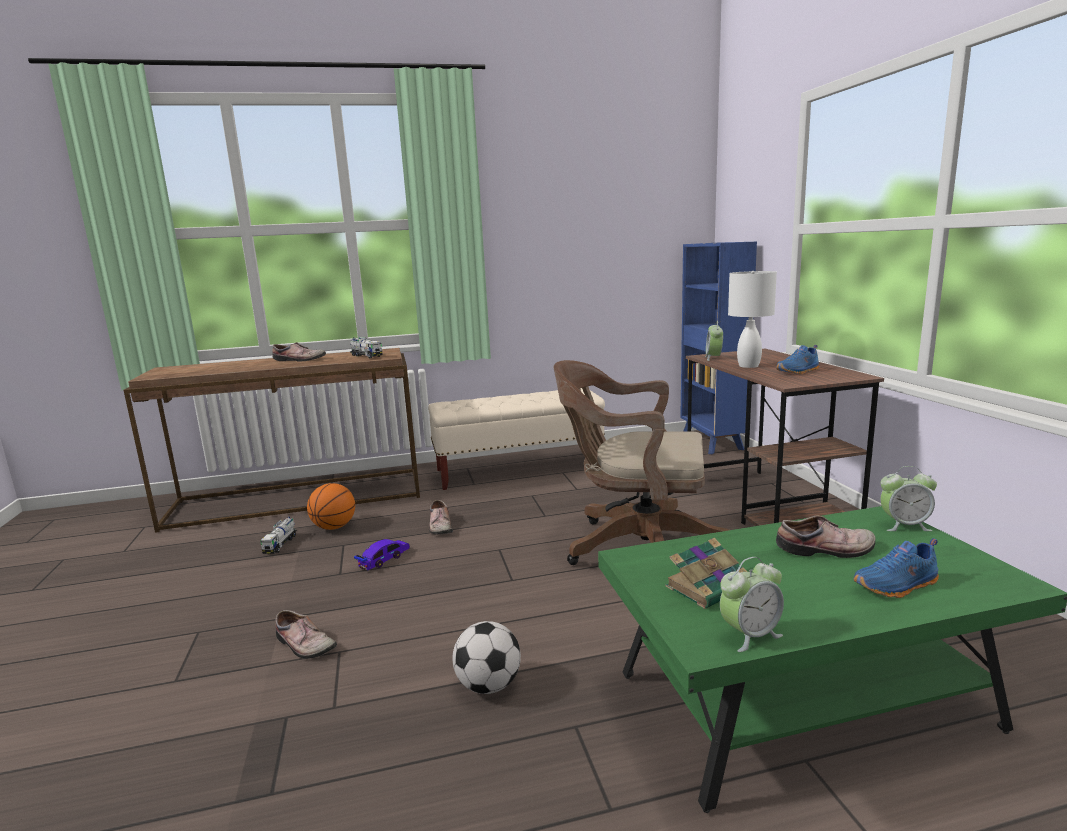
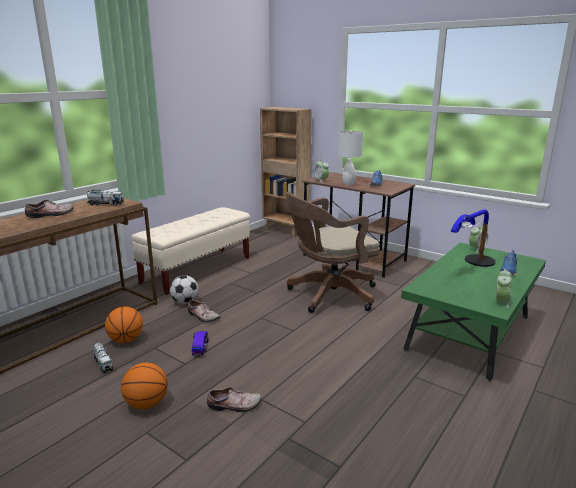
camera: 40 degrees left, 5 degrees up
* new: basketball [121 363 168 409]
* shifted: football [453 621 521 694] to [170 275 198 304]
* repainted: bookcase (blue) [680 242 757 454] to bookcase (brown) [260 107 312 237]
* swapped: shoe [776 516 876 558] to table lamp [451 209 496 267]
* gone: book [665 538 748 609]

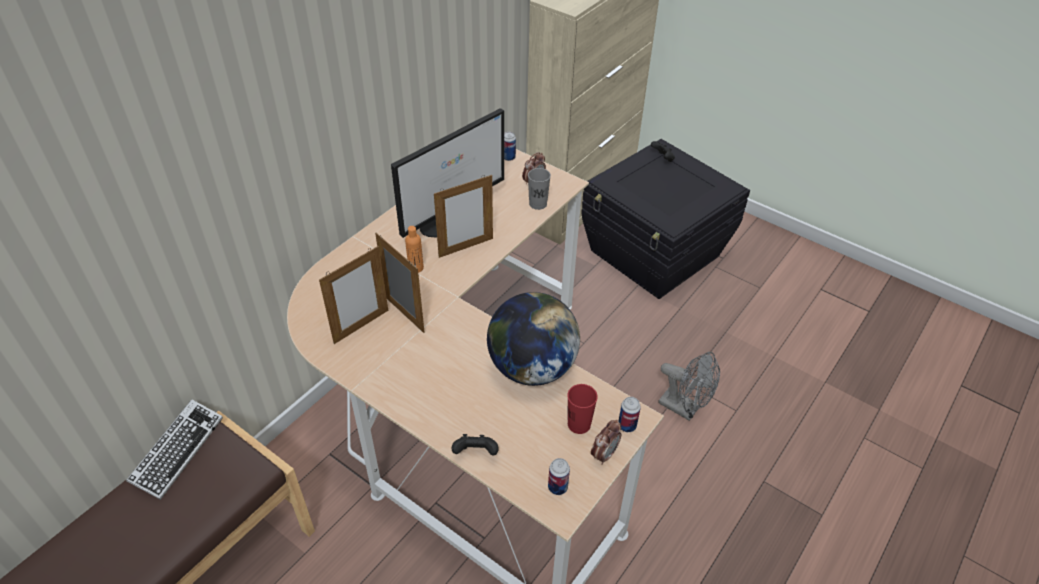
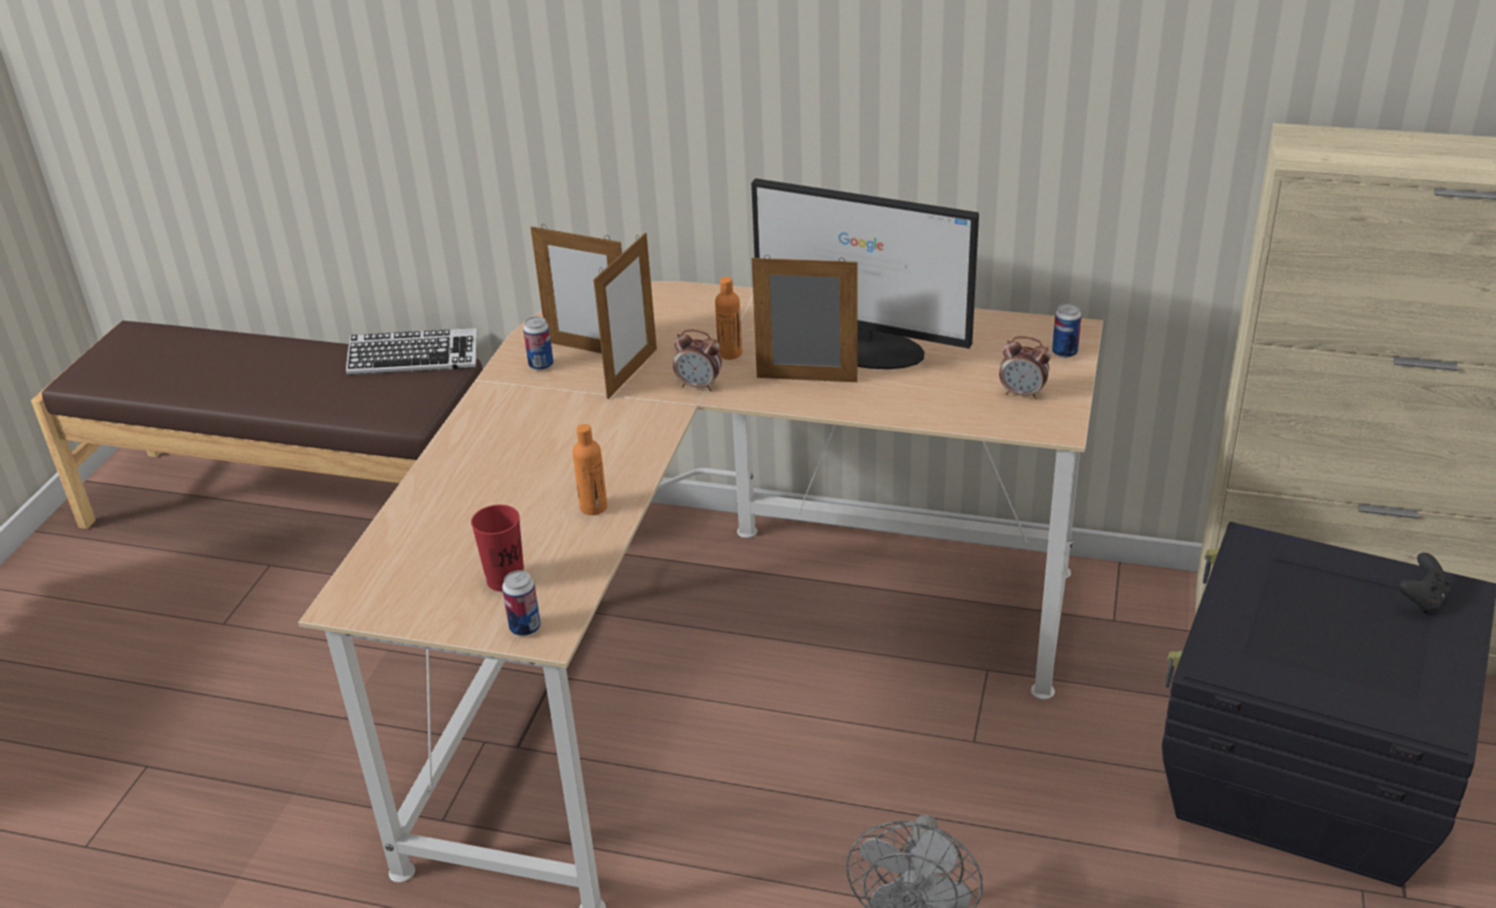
camera: 70 degrees right, 10 degrees down
* shifted: can [548 458 570 495] to [523 316 553 371]
* swapped: globe [487 292 580 386] to bottle (orange) [572 424 607 515]
* shifted: alarm clock [591 420 621 465] to [673 329 722 391]
* rotated: picture frame [434 175 493 258] = [752 255 858 382] 150 degrees clockwise
* gone: game controller (black) [452 434 499 456]
* gone: cup (grey) [528 168 551 210]

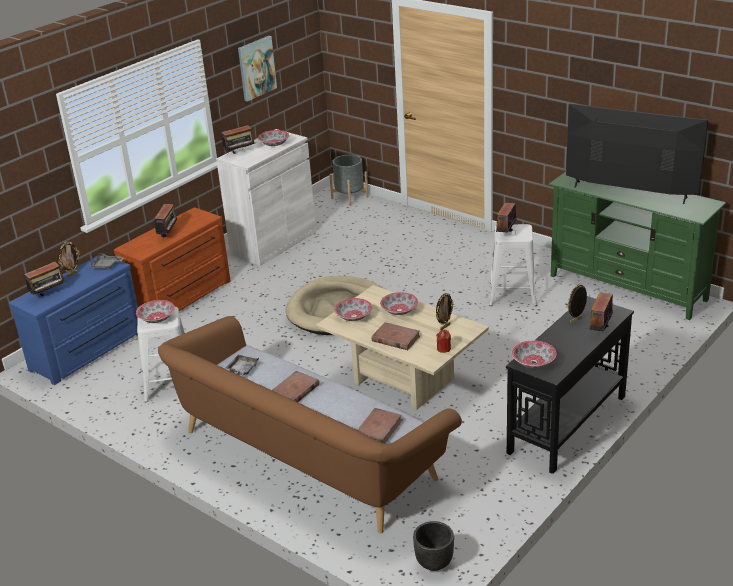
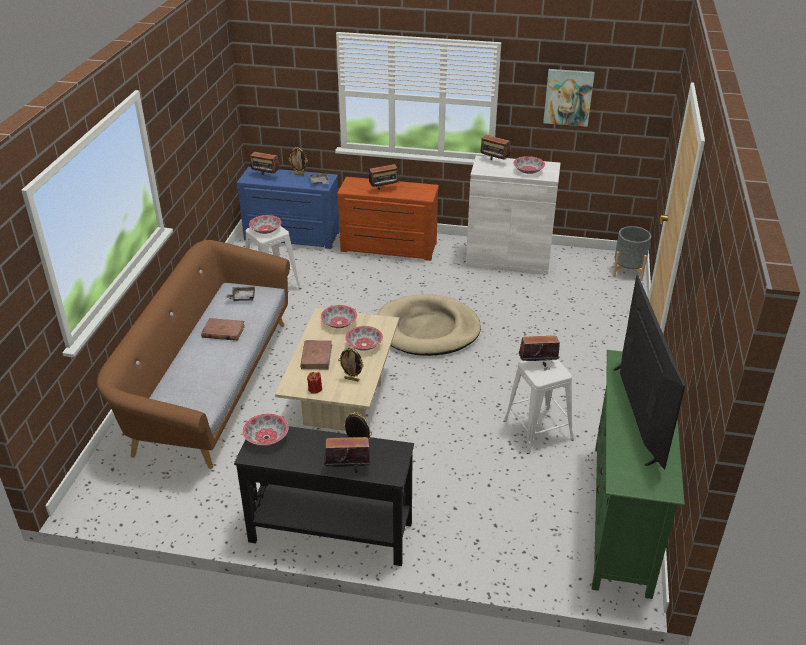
camera: 60 degrees right, 5 degrees up
* gone: book (brown) [357 408 403 444]
* gone: planter (black) [413 521 454 571]

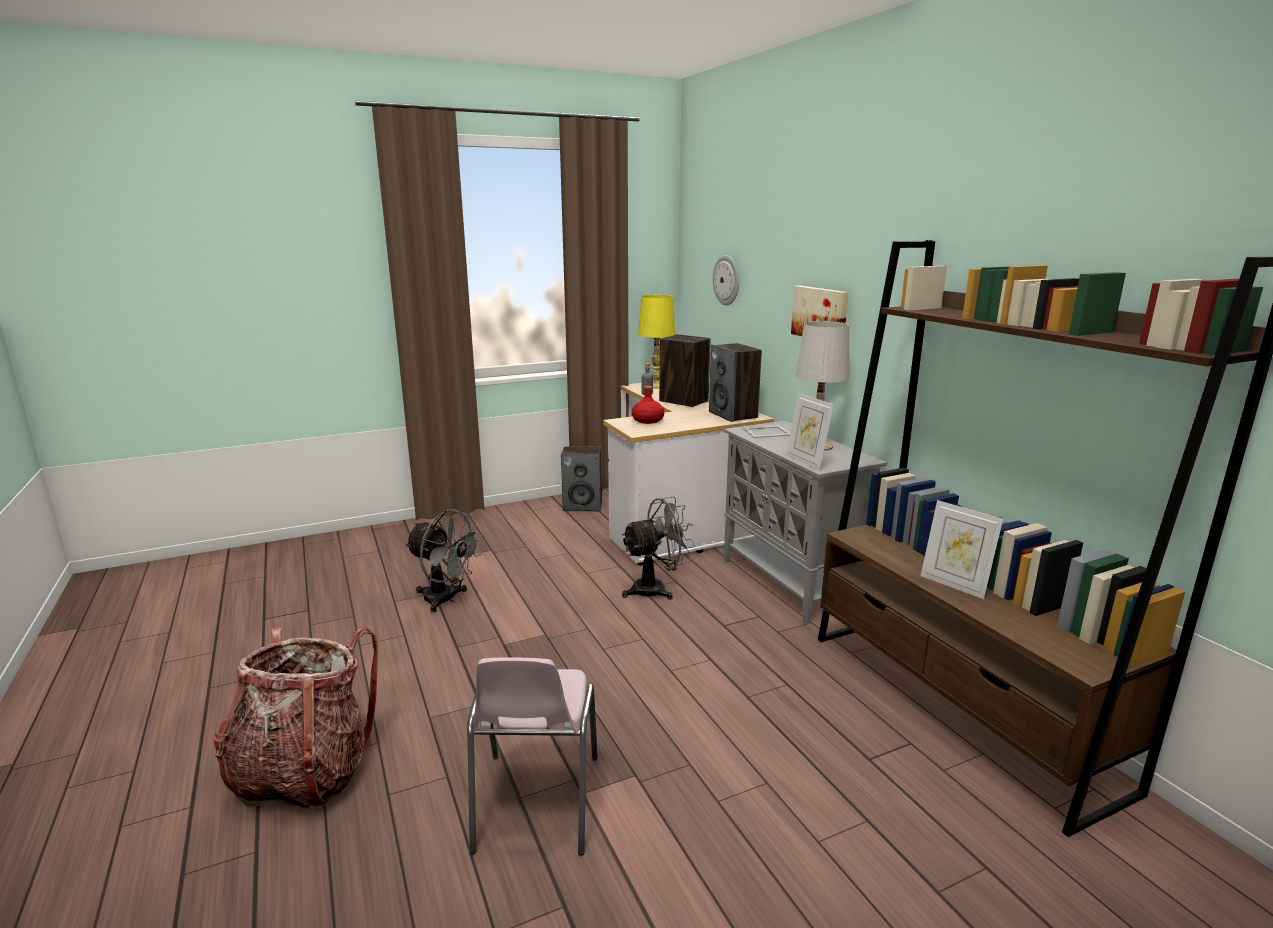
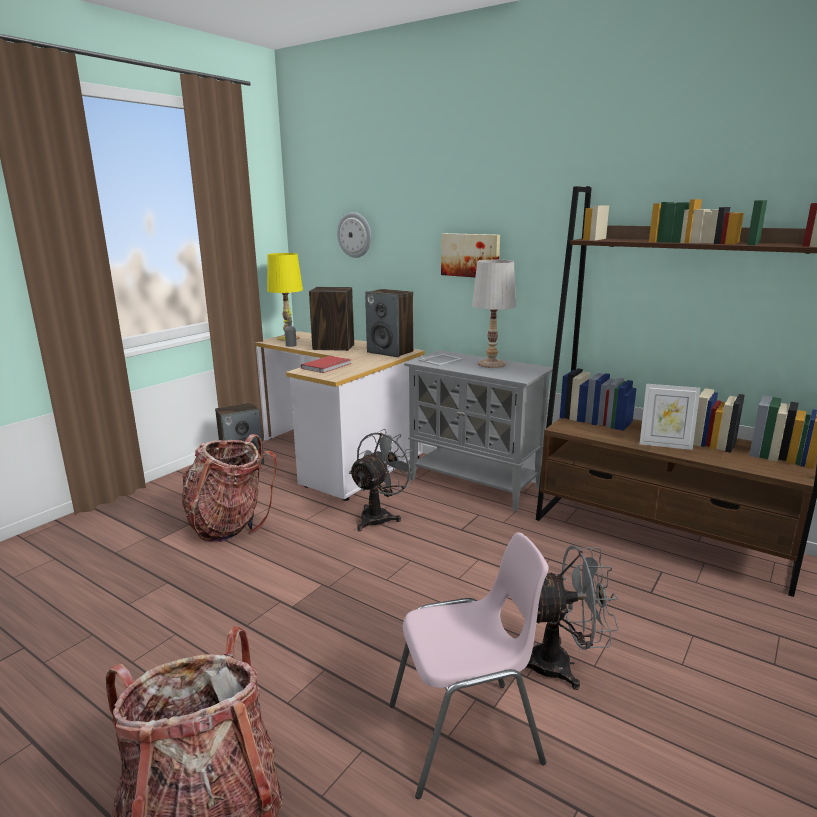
camera: 30 degrees left, 0 degrees up
* new: backpack [182 434 277 542]
* swapped: bottle (red) [632 385 664 424] to book (red) [301 356 352 373]
* rotated: chair (pink) [467 657 598 856] = [389 532 549 799] 75 degrees counterclockwise
* shifted: fan (grey) [405 509 483 613] to [526 545 619 690]
* gone: picture frame [786 393 834 470]

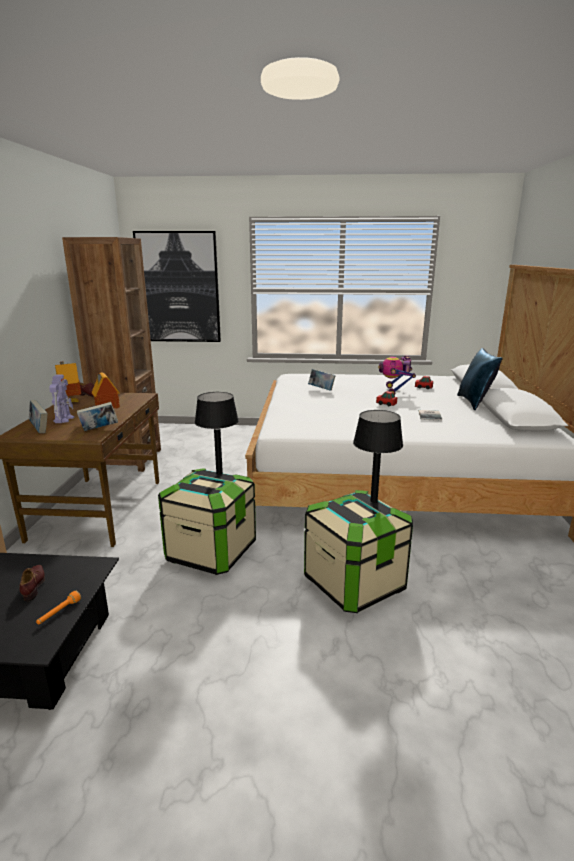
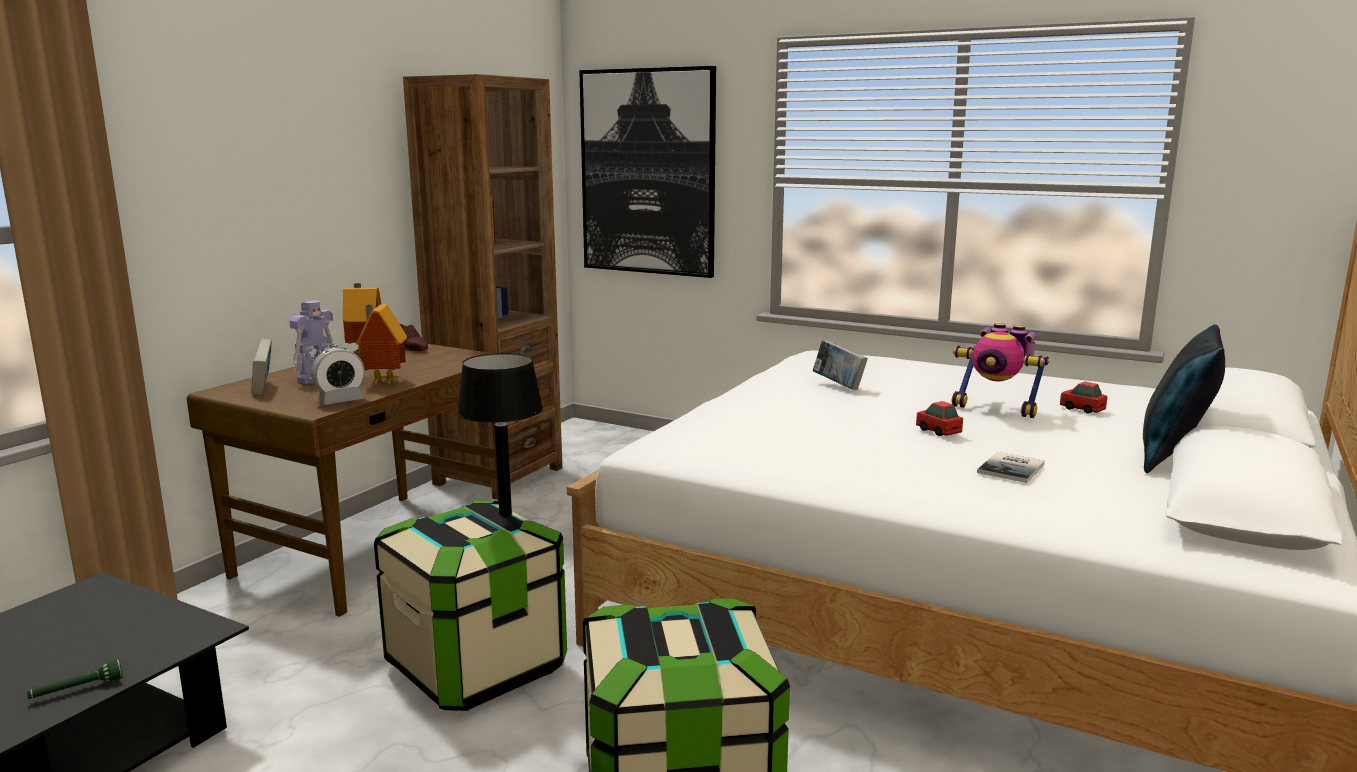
camera: 25 degrees right, 5 degrees down
* repainted: flashlight (orange) [36 590 81 625] to flashlight (green) [27 659 123 699]
* swapped: book [77 402 118 431] to alarm clock [311 347 365 405]
* rotated: toy robot [378 355 416 395] = [952 323 1050 418] 90 degrees counterclockwise
* gone: shoe (brown) [20 565 45 601]
* gone: table lamp (black) [353 410 403 503]

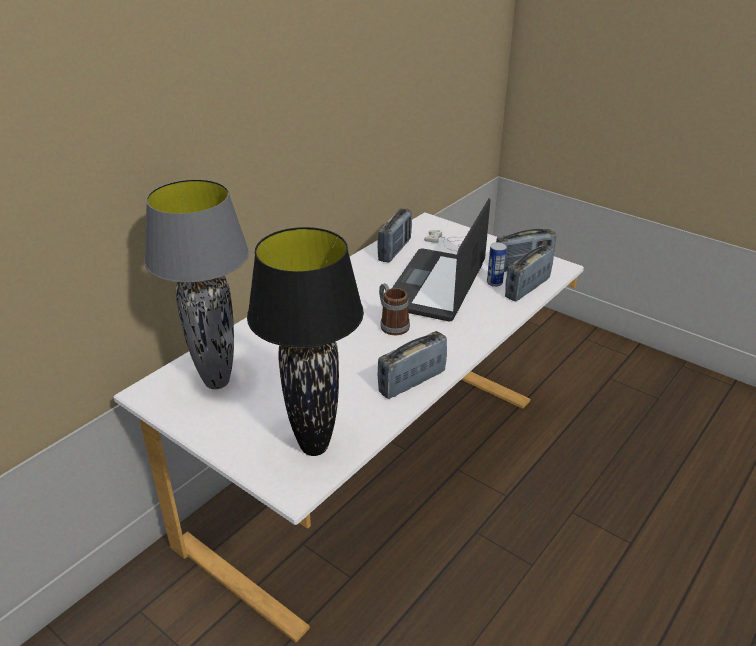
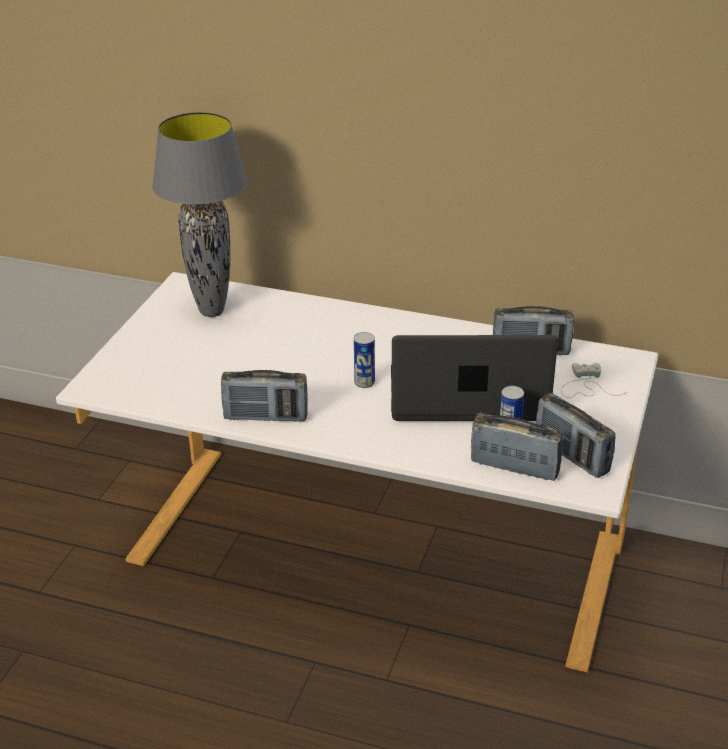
camera: 70 degrees right, 0 degrees up
* rotated: radio [378 331 447 399] = [221 370 308 422] 150 degrees clockwise
* swapped: mug [379 283 410 335] to can [354 332 375 388]
* gone: table lamp (black) [247 227 364 456]

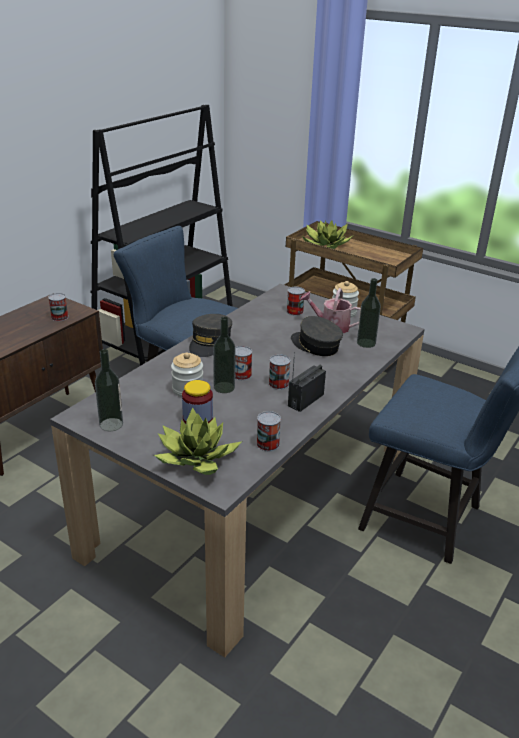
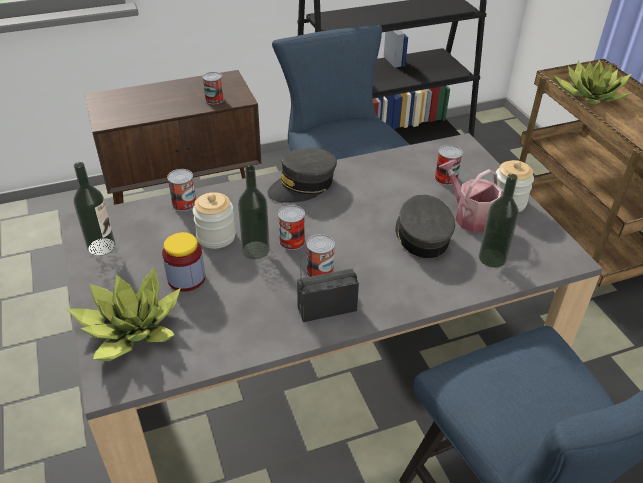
camera: 35 degrees right, 10 degrees up
* shifted: can [256 411 281 451] to [167 169 196 211]

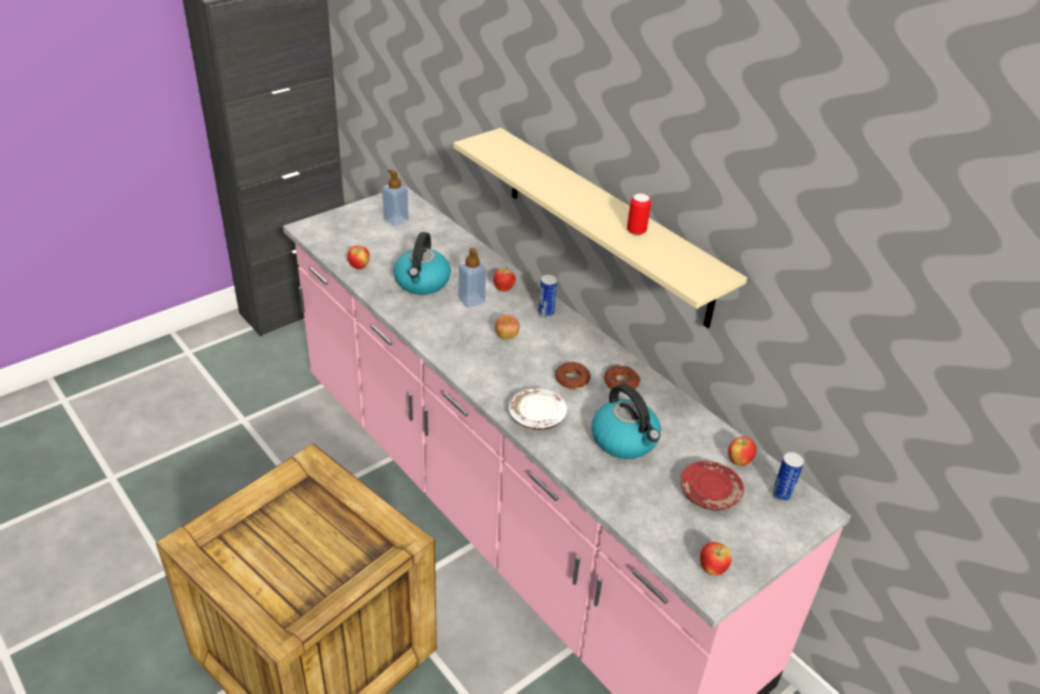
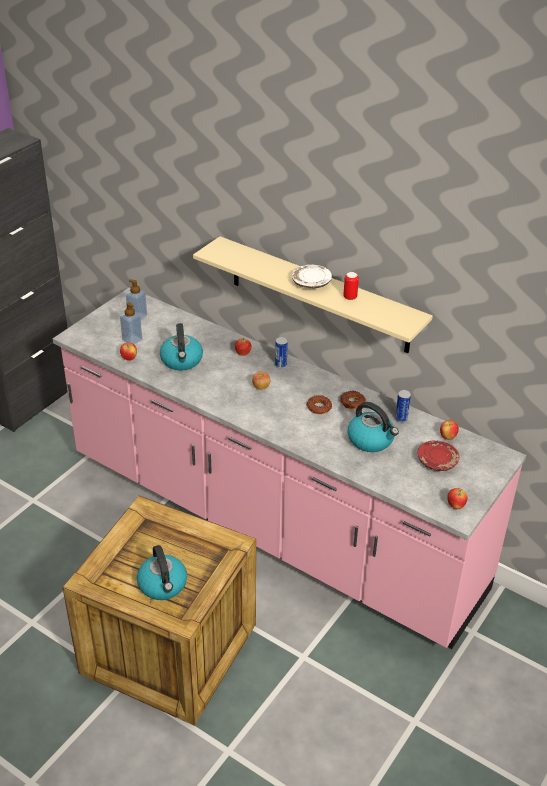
camera: 15 degrees left, 0 degrees up
* shifted: soap dispenser [459 248 486 308] to [120 302 142 344]
* new: kettle [137 545 187 600]
* shifted: plate (white) [509 388 567 430] to [292 265 332 289]
* shifted: can [772 452 804 502] to [395 390 411 423]

